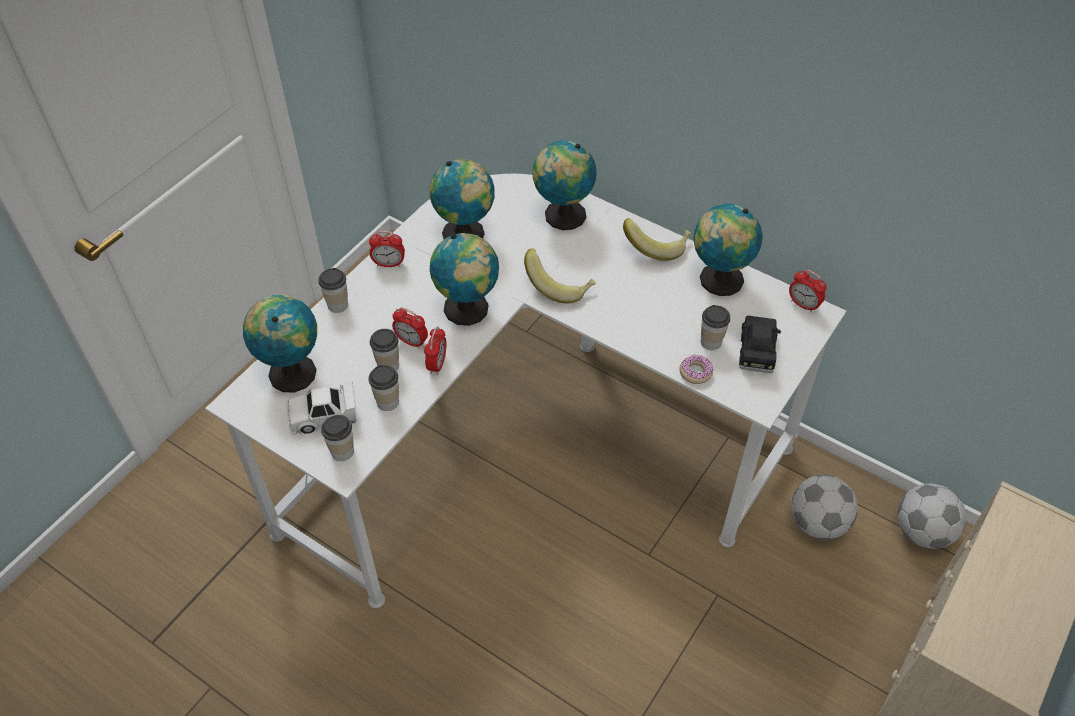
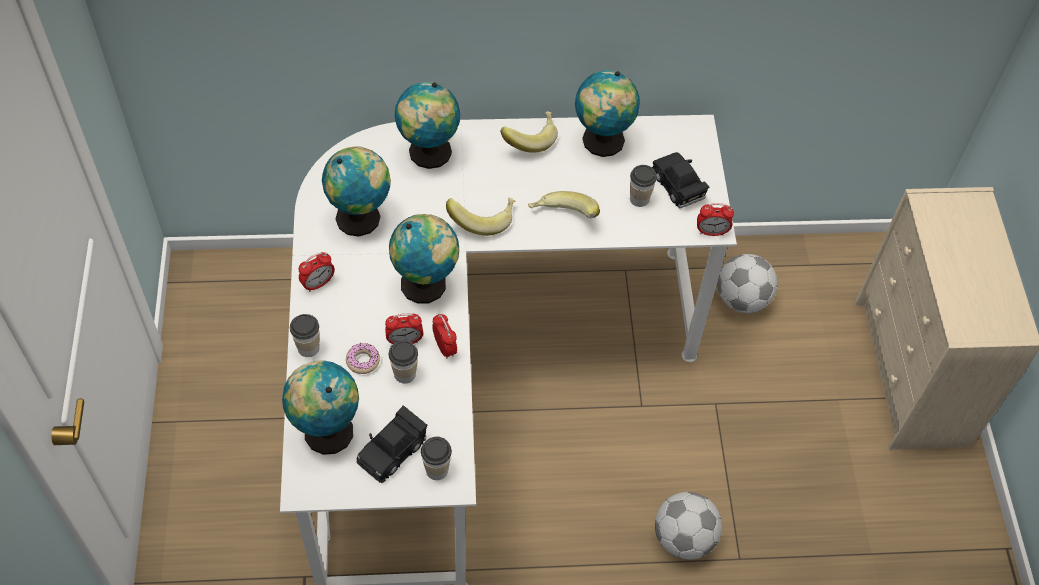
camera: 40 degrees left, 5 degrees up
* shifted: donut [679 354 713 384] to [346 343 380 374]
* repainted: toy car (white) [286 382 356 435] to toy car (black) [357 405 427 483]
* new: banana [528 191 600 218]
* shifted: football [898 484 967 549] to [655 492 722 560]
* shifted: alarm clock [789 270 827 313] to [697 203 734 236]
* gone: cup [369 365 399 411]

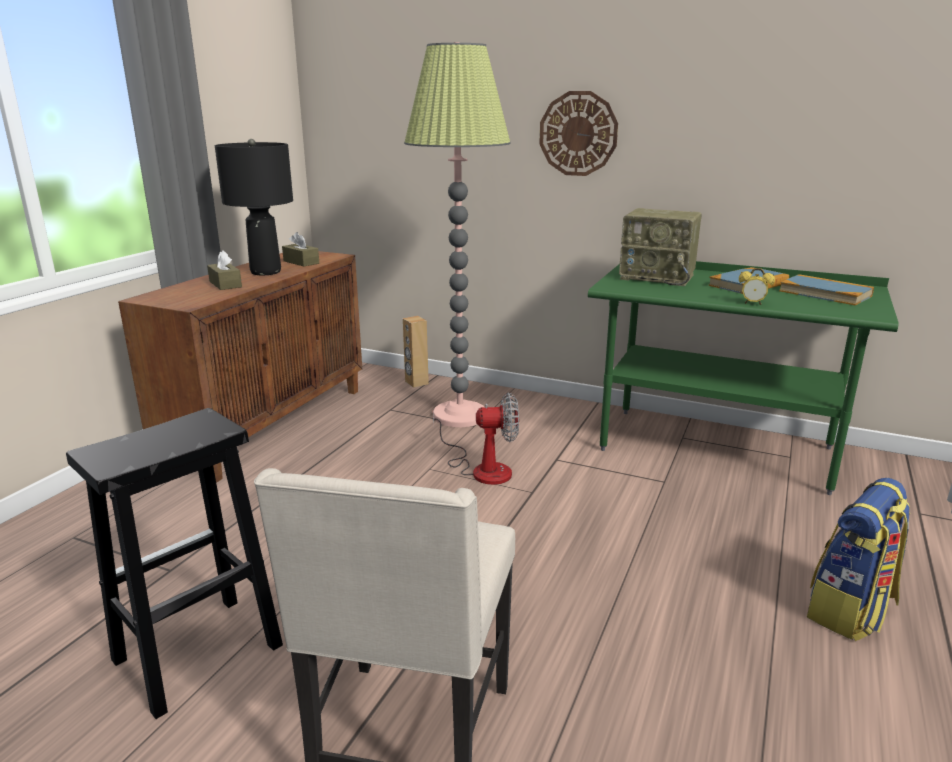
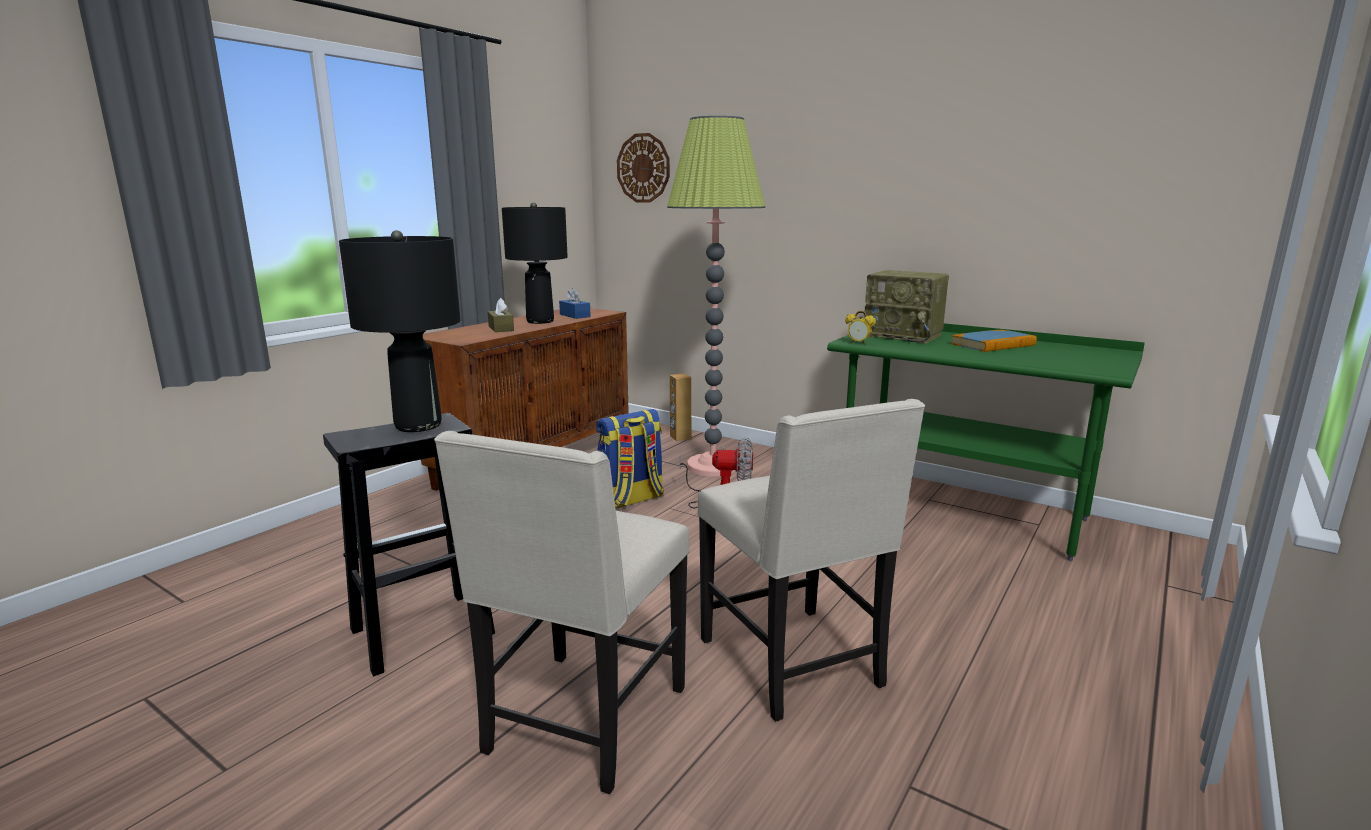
camera: 10 degrees right, 5 degrees down
* new: table lamp (black) [339 230 461 432]
* repainted: tissue box (brown) [282 232 319 266] to tissue box (blue) [559 288 591 319]
* shifted: backpack [807 478 910 641] to [596 409 664 508]
* shifted: wall clock [539 91 618 176] to [617 133 670 203]
* new: chair (beige) [698 399 925 722]
* shifted: alarm clock [739 268 775 305] to [845 311 876 344]
* gone: book [779 274 874 306]

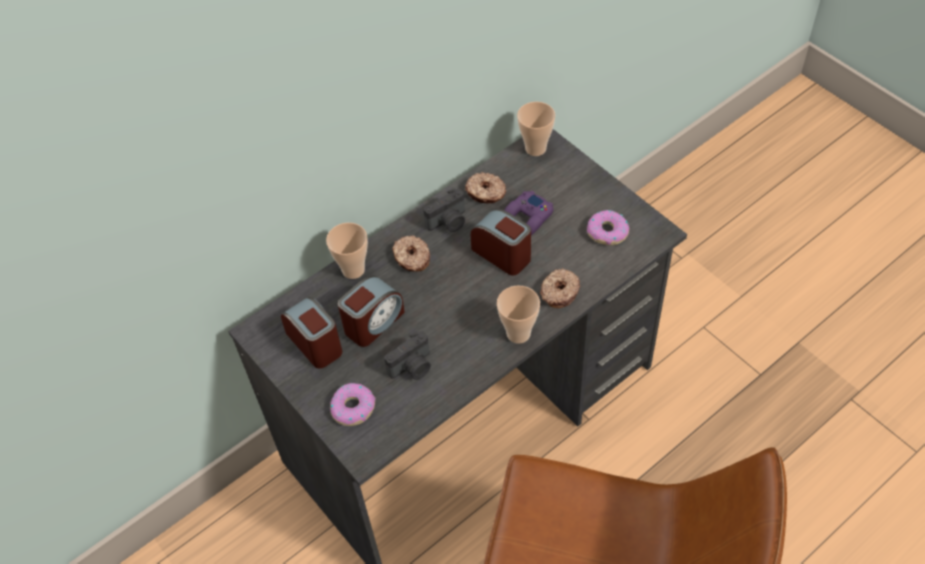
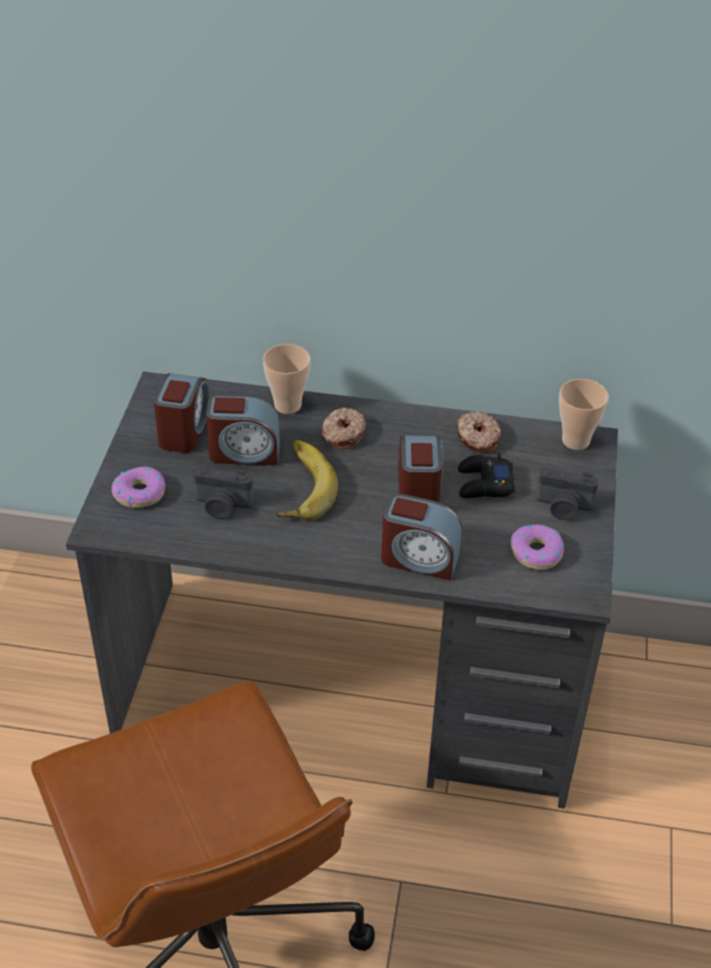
camera: 45 degrees right, 10 degrees down
* new: banana [276 440 338 520]
* swapped: donut [540 268 581 308] to alarm clock [381 493 462 581]
* repainted: game controller (purple) [505 190 553 235] to game controller (black) [458 454 515 498]
* shifted: photo camera [424 188 465 232] to [536 468 599 520]
* gone: cup [497 286 540 344]

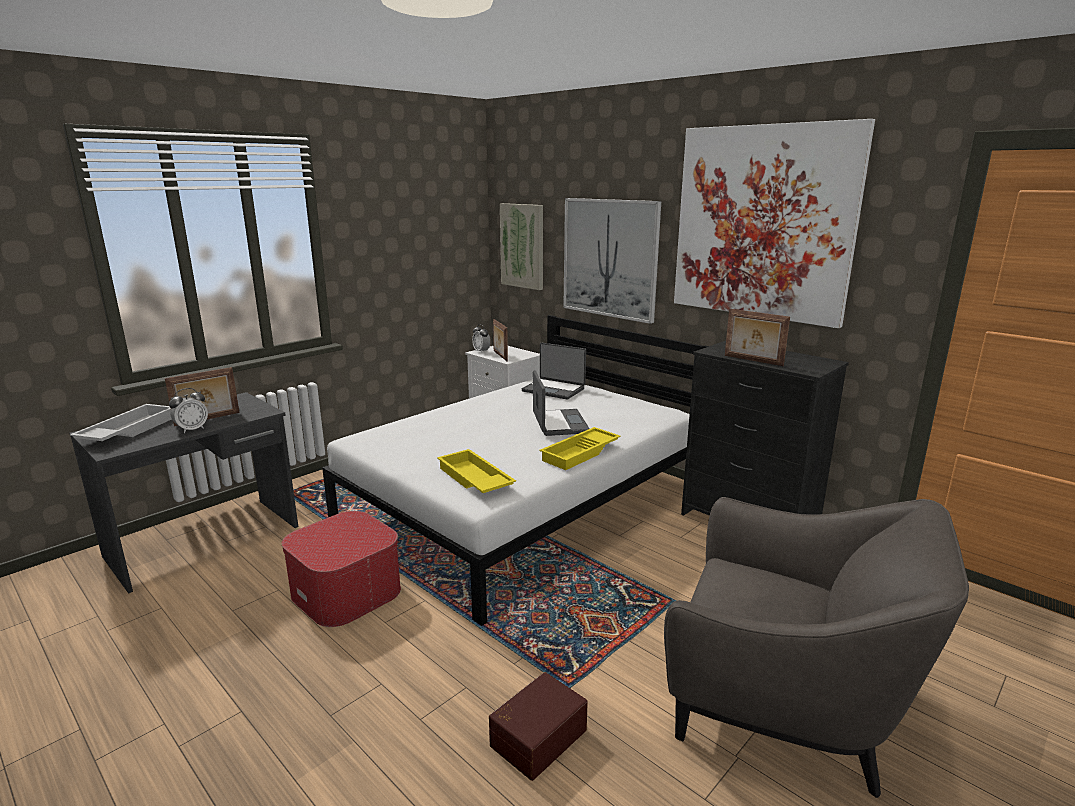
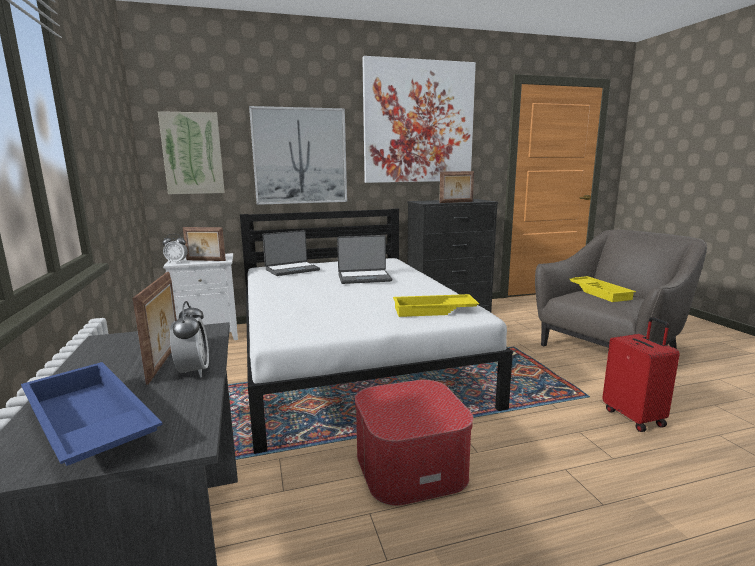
camera: 60 degrees left, 5 degrees down
* repainted: tray (white) [70 404 172 441] to tray (blue) [21 362 163 466]
* rotated: laptop [533 370 590 436] = [337 235 392 284] 150 degrees clockwise
* shifted: tray (yellow) [539 427 620 470] to [570 276 636 302]
* swapped: storage box (brown) [489 672 588 781] to suitcase (red) [602 317 680 432]

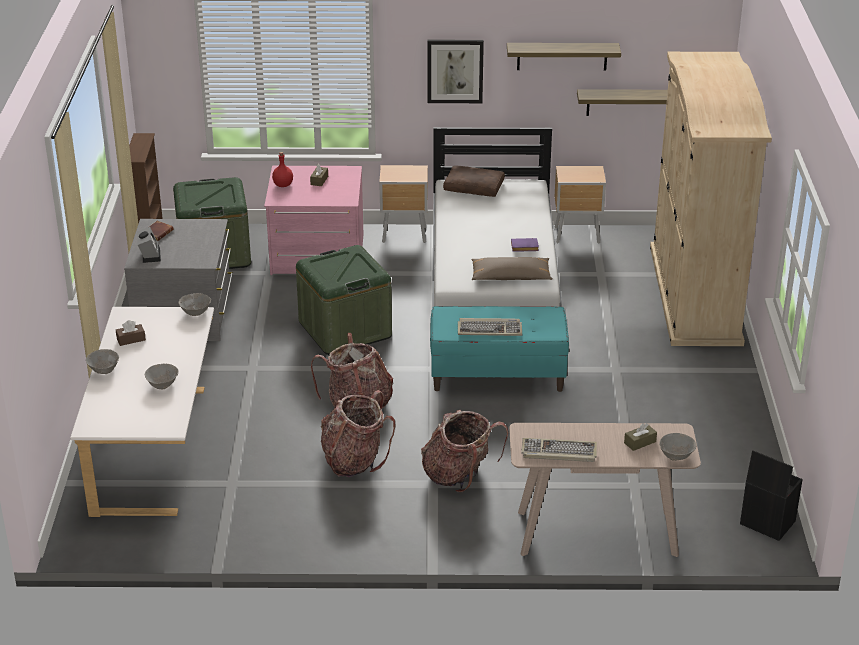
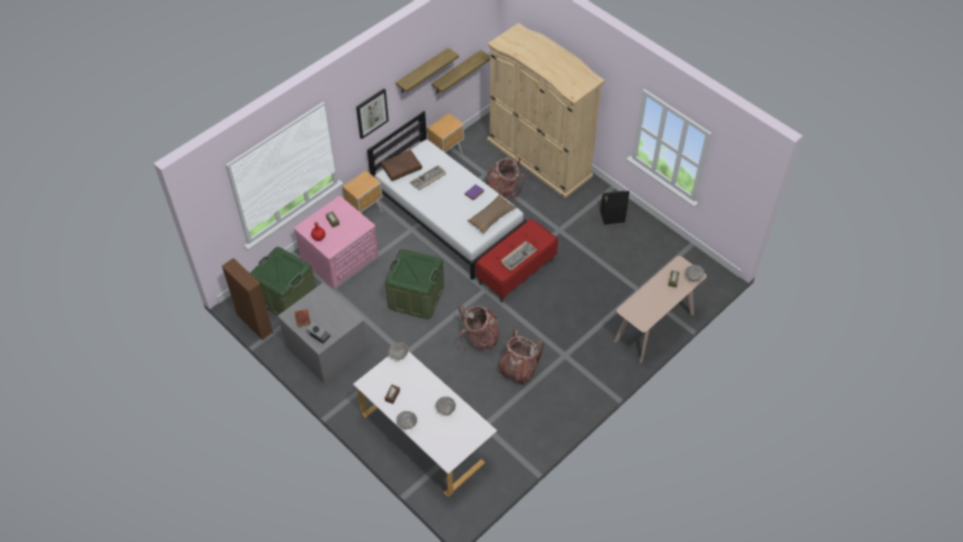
camera: 45 degrees left, 20 degrees up
* shifted: keyboard [521 438 597 462] to [410 165 446 190]
* repainted: bench (turquoise) [430 306 569 392] to bench (red) [476 219 558 302]
* shifted: backpack [421 410 508 492] to [487 156 525 199]
* shifted: storage box (black) [740 450 803 541] to [600 191 629 225]

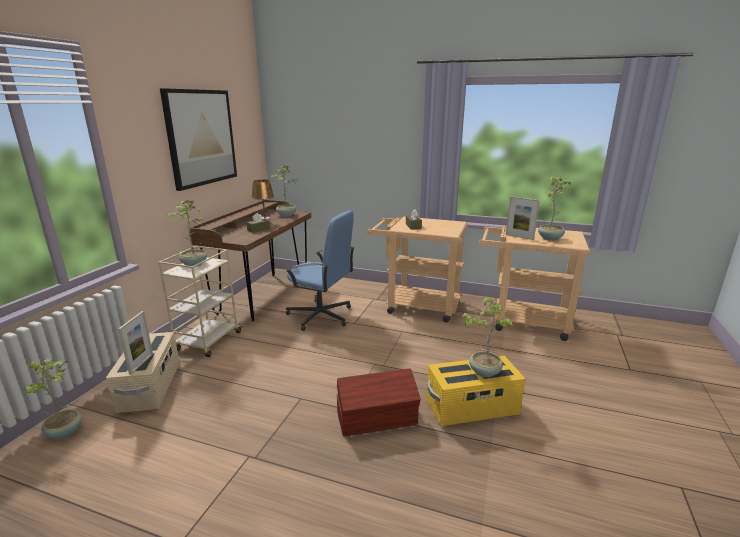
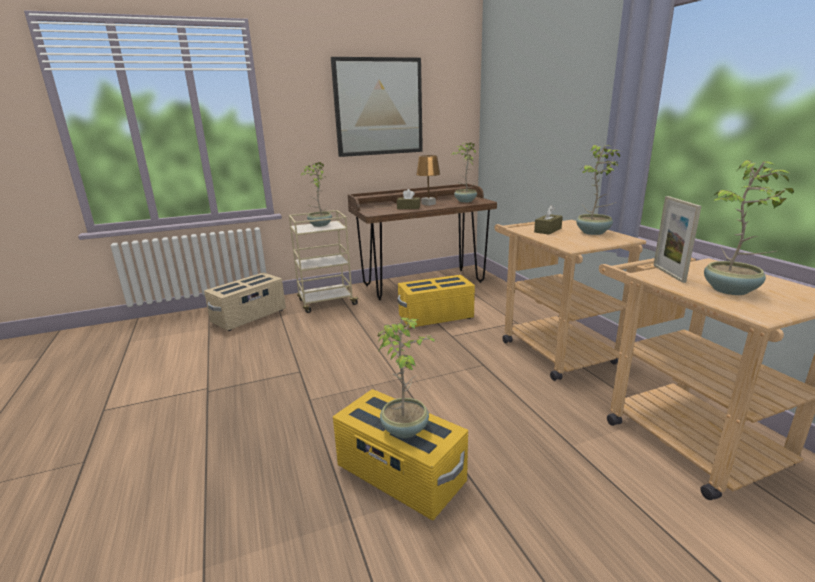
camera: 50 degrees right, 0 degrees up
* swapped: office chair (blue) [286 211 355 331] to storage box (yellow) [397 275 475 328]
* shifted: potted plant [23 359 82 439] to [576 145 622 235]
* gone: picture frame [118 311 153 375]
* gone: storage box (brown) [337 368 421 437]

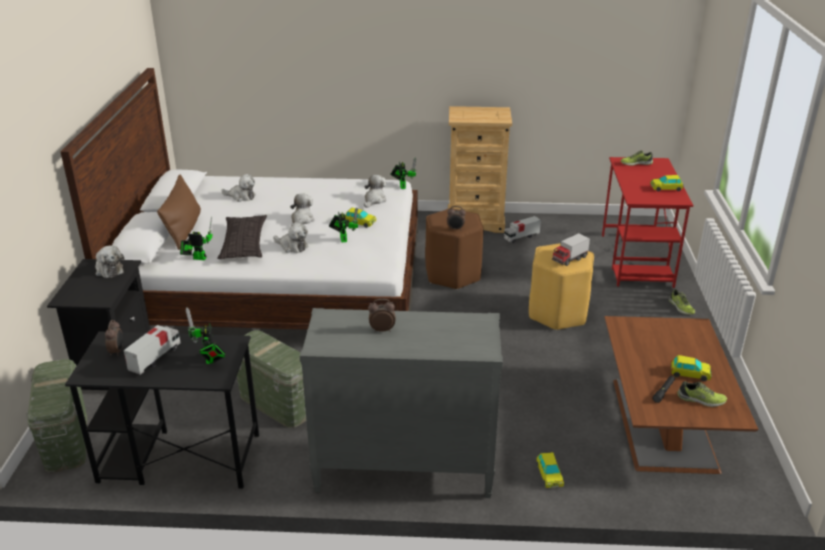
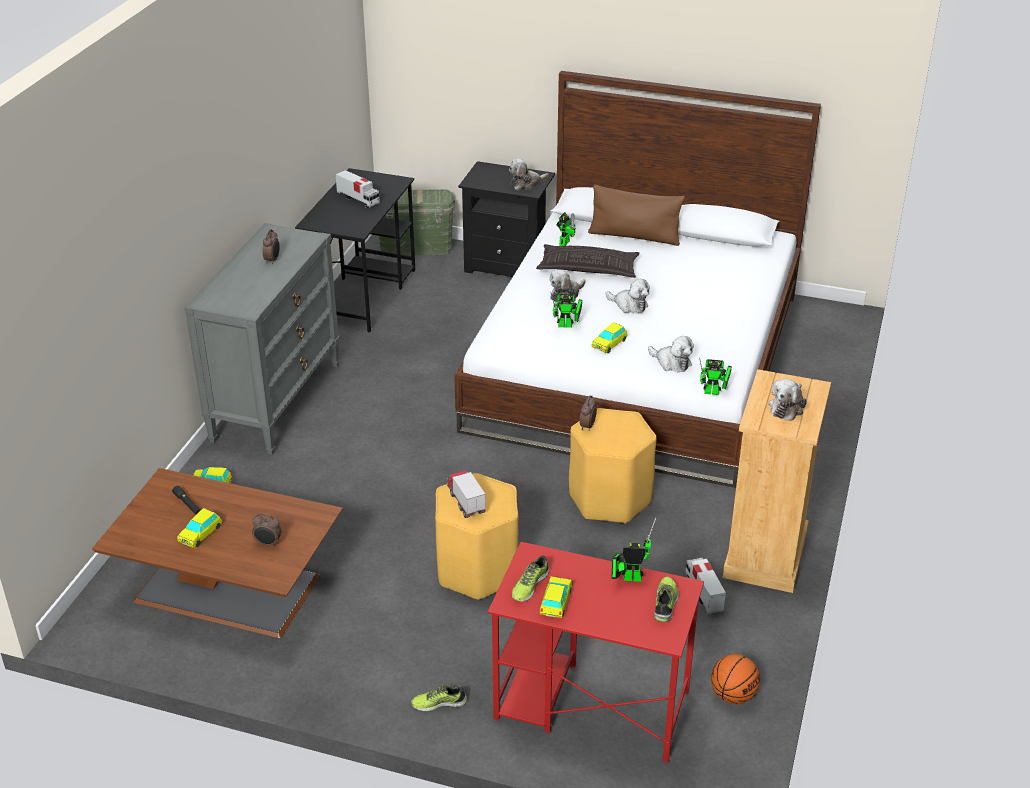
camera: 105 degrees right, 5 degrees up
* shifted: alarm clock [105 320 123 356] to [252 513 281 547]
* shifted: shoe [677 381 727 407] to [512 556 549 602]
* repainted: stool (brown) [425 208 484 290] to stool (yellow) [569 408 657 524]
* shifted: toy robot [185 308 226 364] to [612 518 656 582]
* new: basketball [711 654 760 704]
* shifted: plush toy [221 174 256 202] to [768 379 807 421]
* gone: storage box (green) [237 330 306 428]

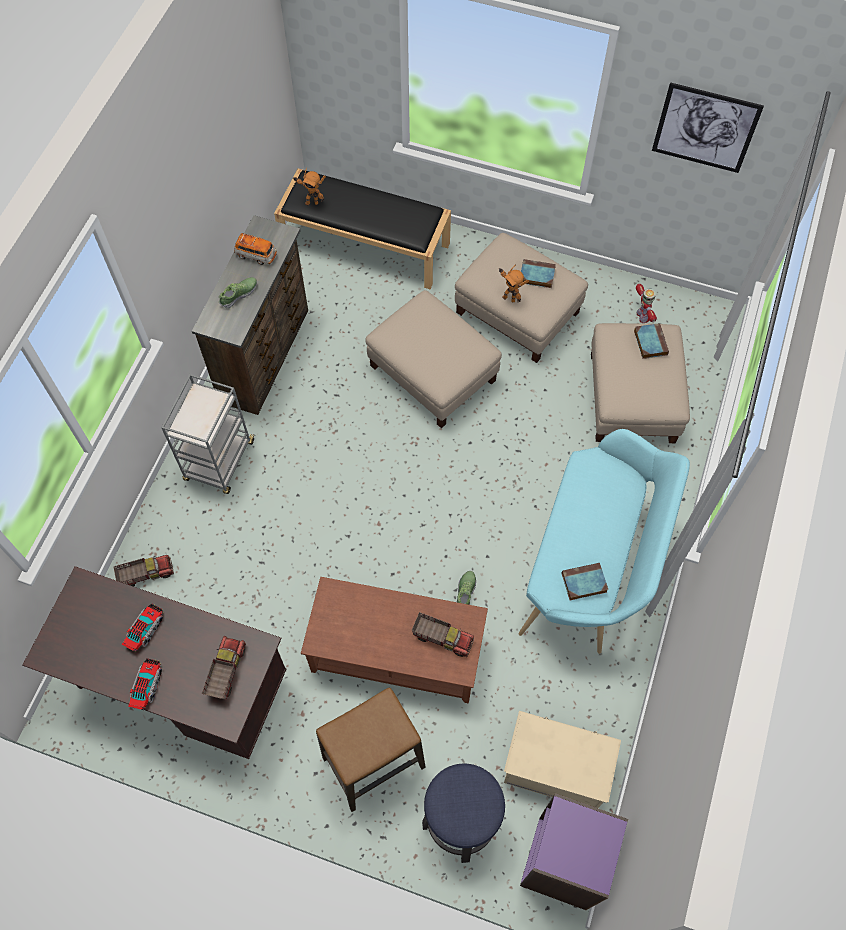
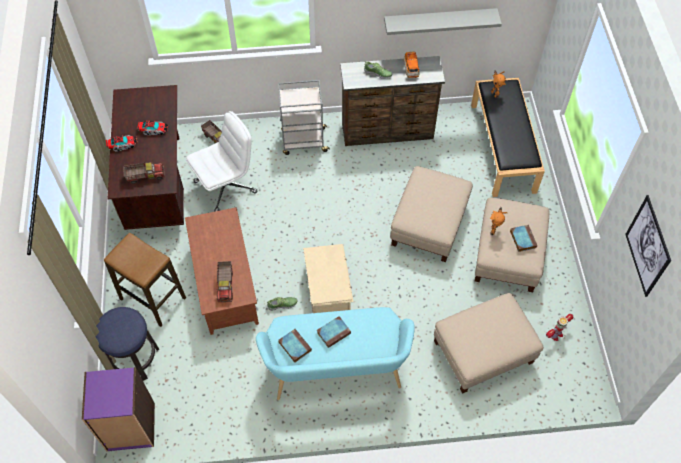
camera: 65 degrees right, 5 degrees down
* new: office chair (white) [186 111 257 212]
* shifted: storage box (beige) [504 711 621 808] to [303 244 354 313]
* shifted: book [634 323 669 359] to [317 316 351 348]
* new: shelf (grey) [384 8 502 35]

